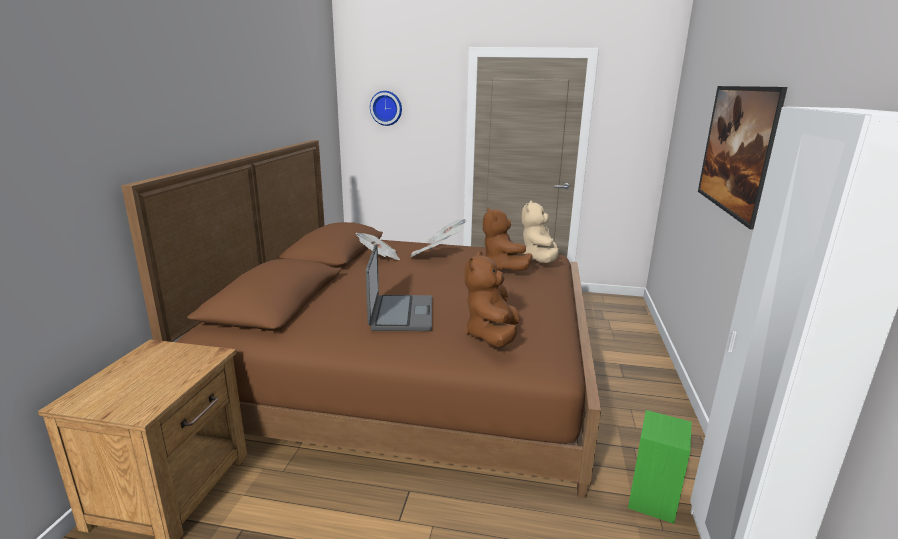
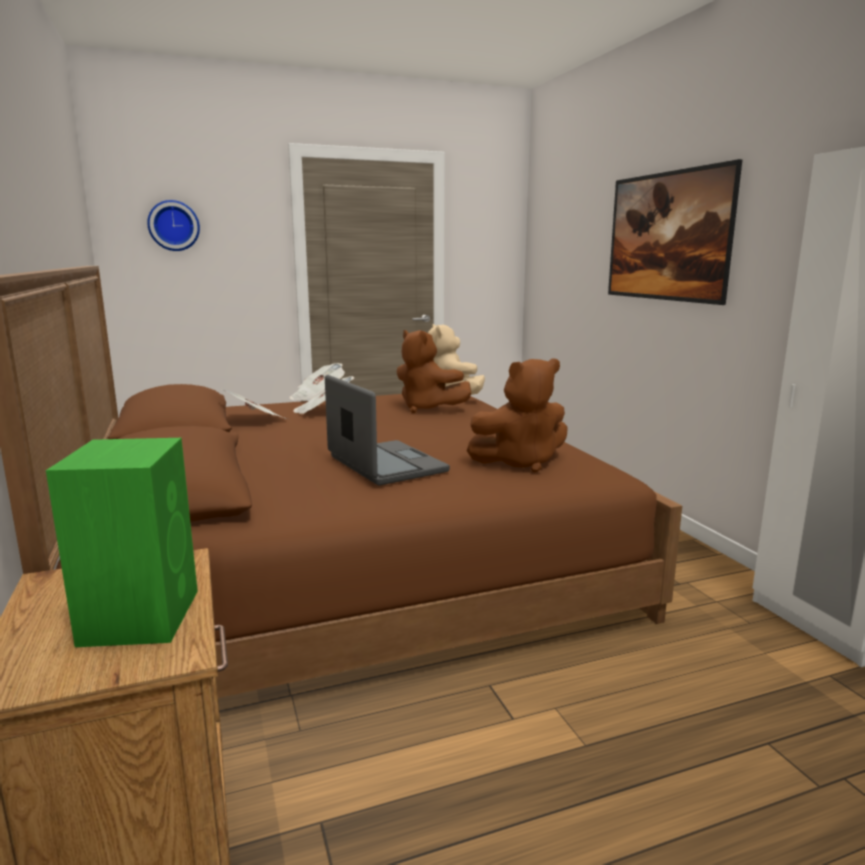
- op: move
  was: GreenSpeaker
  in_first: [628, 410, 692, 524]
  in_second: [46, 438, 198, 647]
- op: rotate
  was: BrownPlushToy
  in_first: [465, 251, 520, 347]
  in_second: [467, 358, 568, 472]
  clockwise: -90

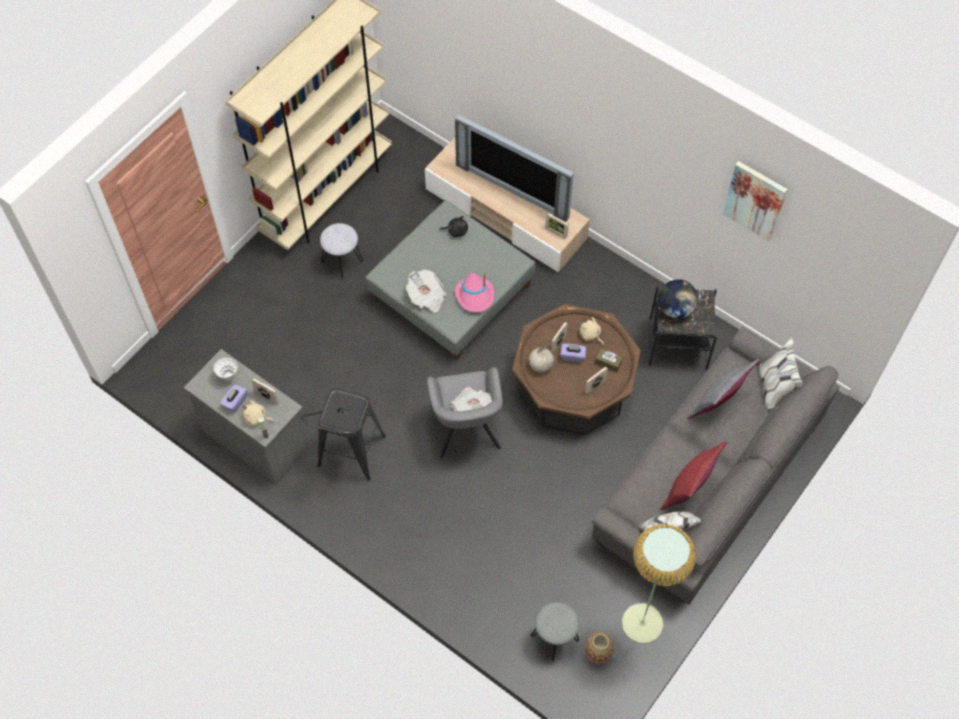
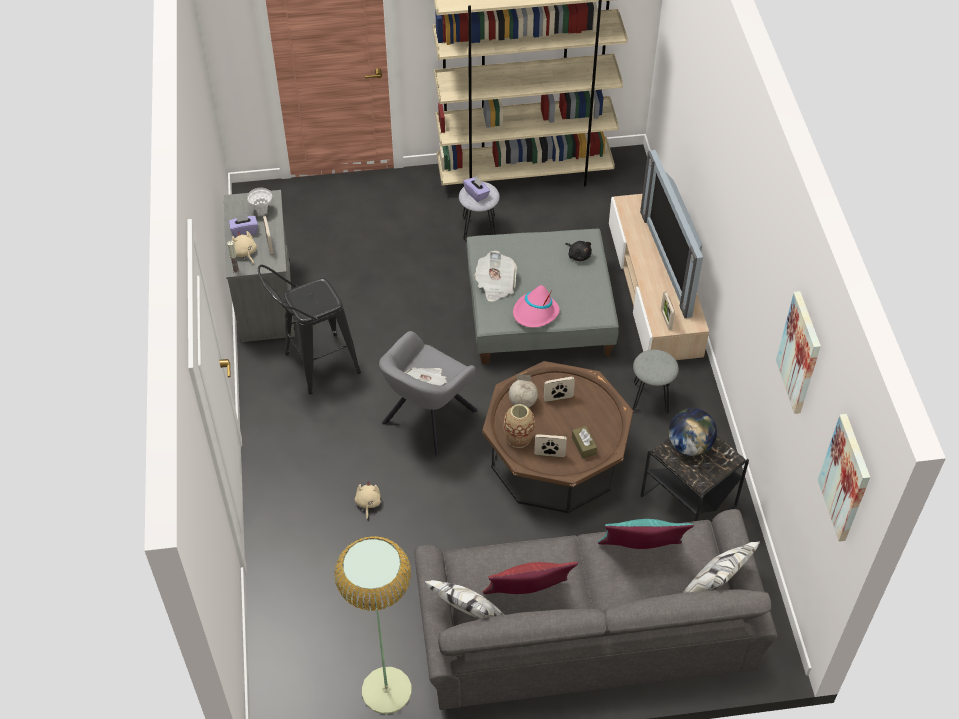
- op: move
  was: BeigePlushToy
  in_first: [580, 317, 604, 345]
  in_second: [355, 481, 381, 519]
- op: move
  was: PurpleTissueBox
  in_first: [560, 343, 586, 363]
  in_second: [463, 176, 490, 202]
- op: move
  was: Vase
  in_first: [585, 631, 614, 664]
  in_second: [504, 404, 535, 448]
- op: recolor
  was: GreyPillow
  now: TurquoisePillow
  in_first: [687, 359, 760, 419]
  in_second: [598, 519, 694, 549]
- op: move
  was: GreyStool
  in_first: [531, 602, 579, 662]
  in_second: [633, 349, 679, 415]
- op: insert
  now: Picture
  in_second: [818, 414, 870, 542]

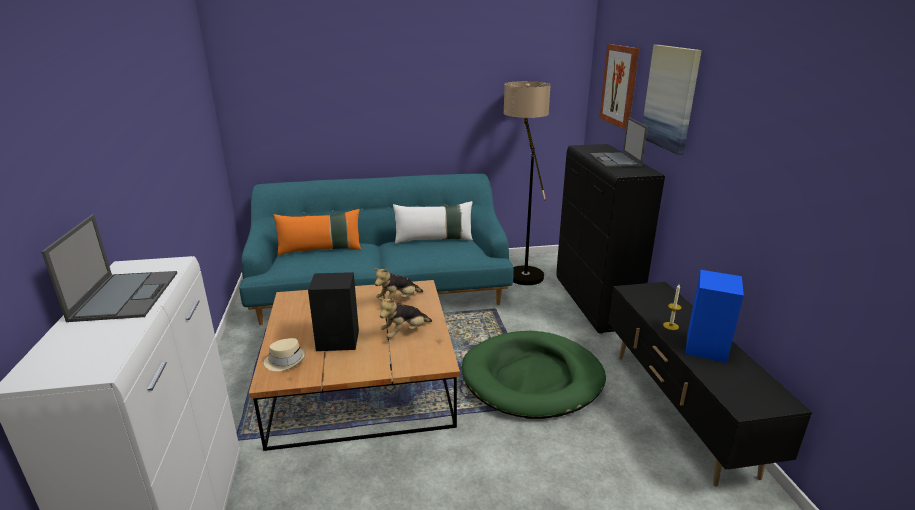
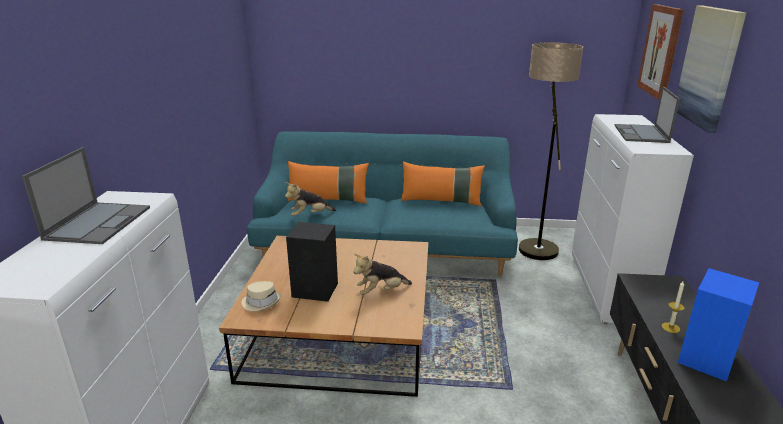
- op: move
  was: PlushToy
  in_first: [374, 268, 423, 299]
  in_second: [285, 182, 336, 216]
- op: recolor
  was: WhitePillow
  now: OrangePillow
  in_first: [393, 201, 473, 244]
  in_second: [401, 162, 485, 206]
- op: recolor
  was: BlackCabinet
  now: WhiteCabinet
  in_first: [556, 144, 665, 334]
  in_second: [572, 114, 694, 324]
- op: delete
  was: GreenDogBed
  in_first: [462, 331, 606, 419]

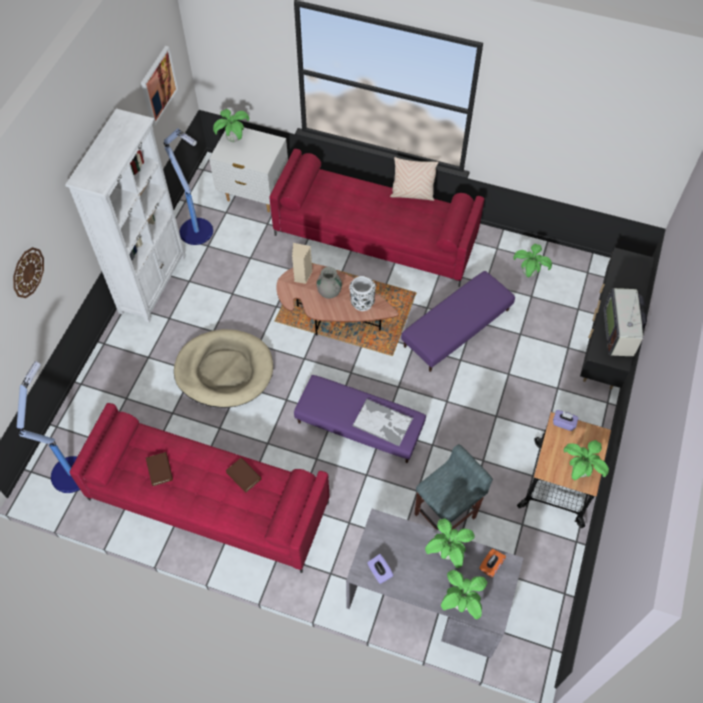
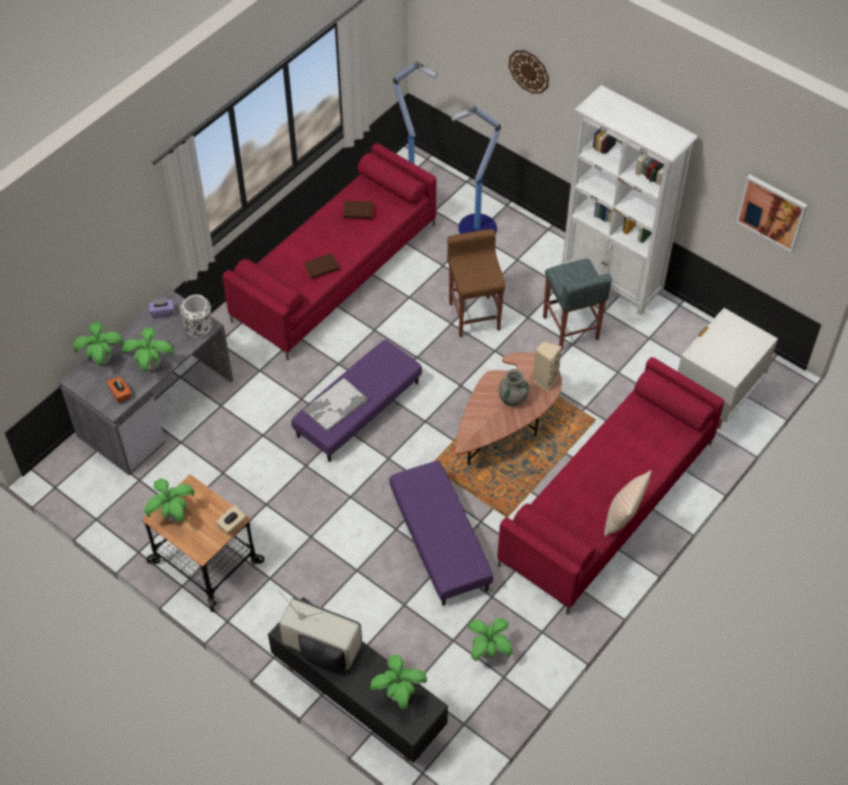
- op: move
  was: WhiteVase
  in_first: [349, 276, 376, 311]
  in_second: [180, 294, 212, 338]
- op: recolor
  was: PurpleTissueBox
  now: BeigeTissueBox
  in_first: [553, 410, 579, 431]
  in_second: [216, 505, 246, 535]
- op: move
  was: PottedPlant
  in_first: [213, 109, 249, 142]
  in_second: [370, 654, 427, 709]
- op: replace
  was: BeigeDogBed
  now: BrownStool
  in_first: [174, 329, 273, 408]
  in_second: [447, 229, 505, 338]
- op: move
  was: FloorLamp
  in_first: [164, 128, 213, 245]
  in_second: [451, 106, 501, 234]
- op: move
  was: GreyStool
  in_first: [414, 444, 493, 530]
  in_second: [543, 259, 612, 350]

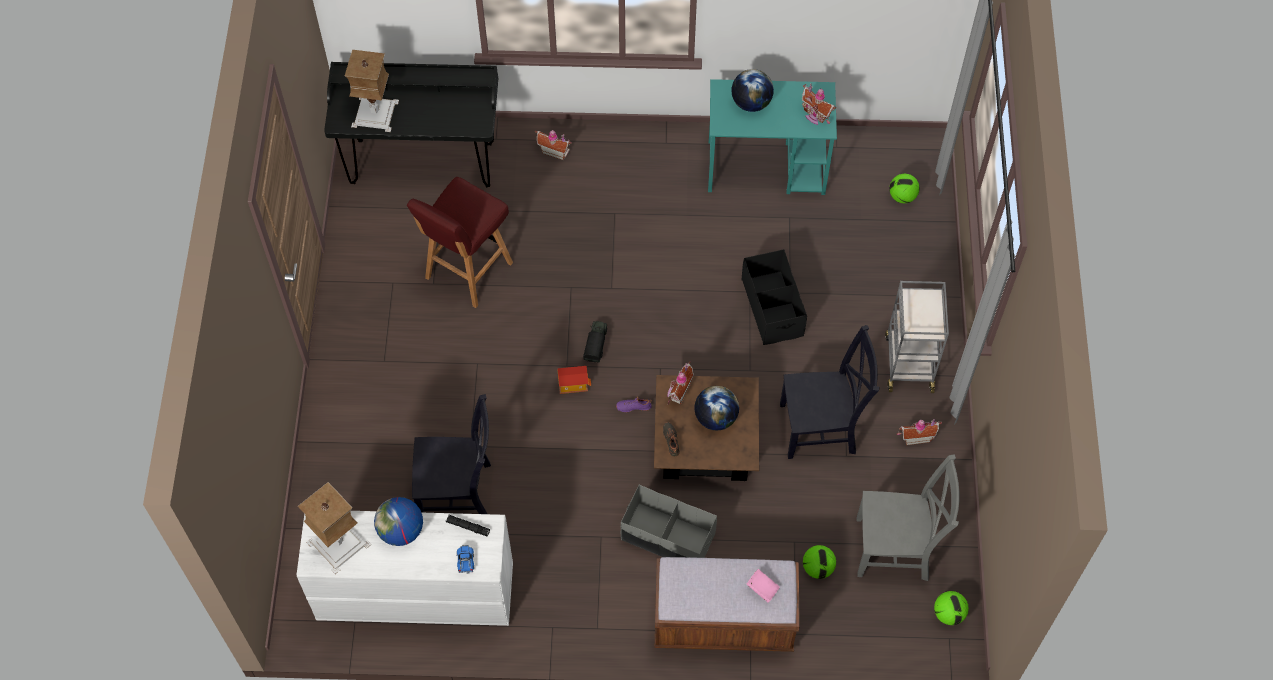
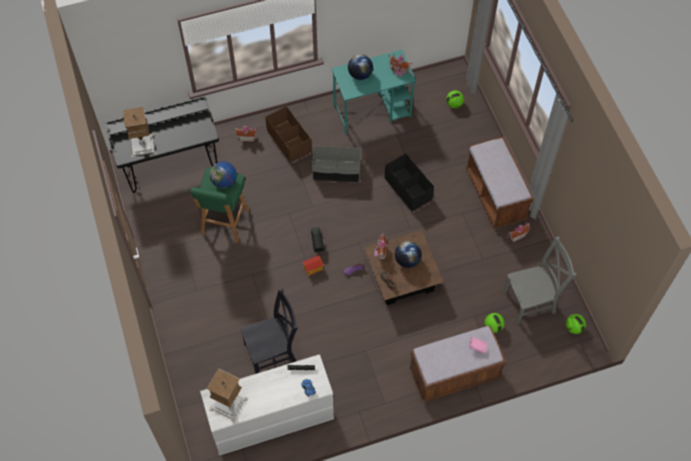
- op: recolor
  was: RedStool
  now: GreenStool
  in_first: [407, 177, 513, 308]
  in_second: [190, 168, 249, 243]
- op: move
  was: Globe
  in_first: [374, 497, 423, 546]
  in_second: [210, 161, 237, 188]
- op: insert
  now: BrownStorageBox
  in_second: [266, 106, 311, 163]
- op: move
  was: GreyStorageBox
  in_first: [621, 485, 717, 558]
  in_second: [312, 146, 362, 183]
- op: replace
  was: GreyCart
  now: BrownBench
  in_first: [885, 281, 949, 393]
  in_second: [466, 136, 534, 229]
- op: delete
  was: BlackChair
  in_first: [780, 325, 879, 459]

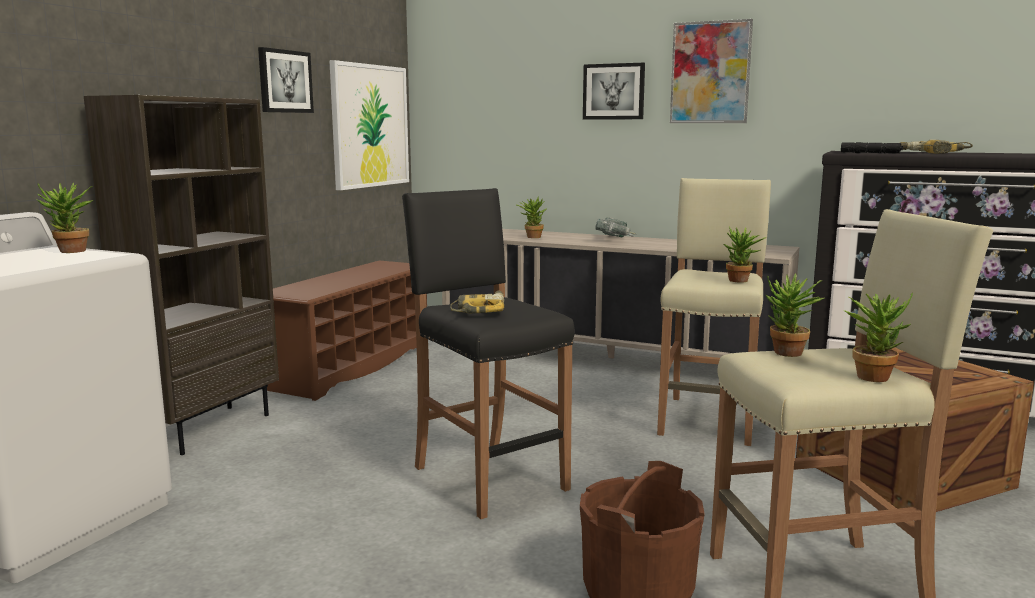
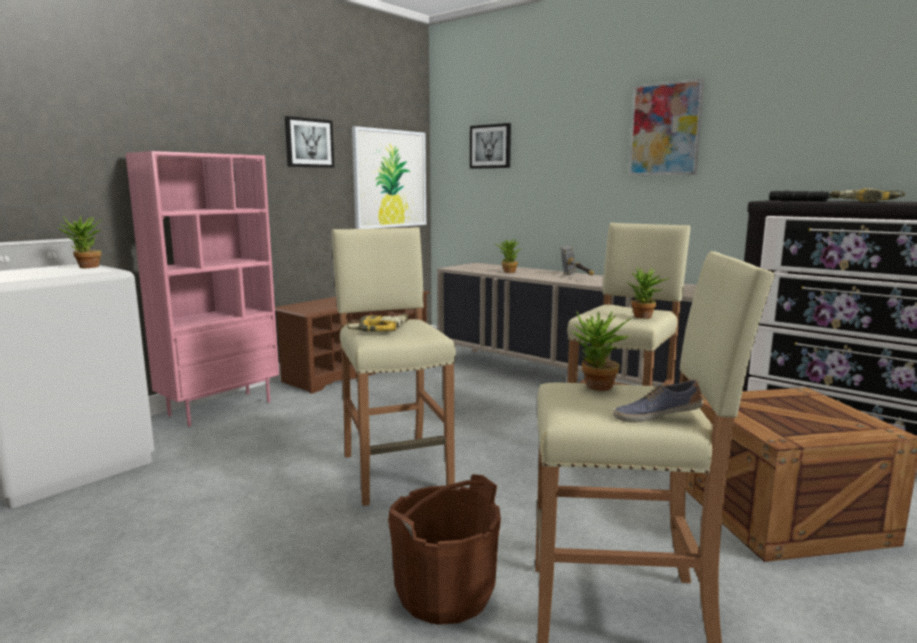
- op: recolor
  was: BrownBookcase
  now: PinkBookcase
  in_first: [84, 95, 279, 455]
  in_second: [125, 151, 279, 426]
- op: recolor
  was: BlackStool
  now: BeigeStool
  in_first: [402, 188, 575, 519]
  in_second: [331, 227, 456, 506]
- op: move
  was: Picture
  in_first: [583, 63, 645, 119]
  in_second: [470, 123, 511, 169]
- op: replace
  was: PowerDrill
  now: Hammer
  in_first: [596, 217, 636, 238]
  in_second: [560, 245, 594, 275]
- op: replace
  was: PottedPlant
  now: Shoe
  in_first: [843, 293, 913, 382]
  in_second: [613, 379, 703, 422]

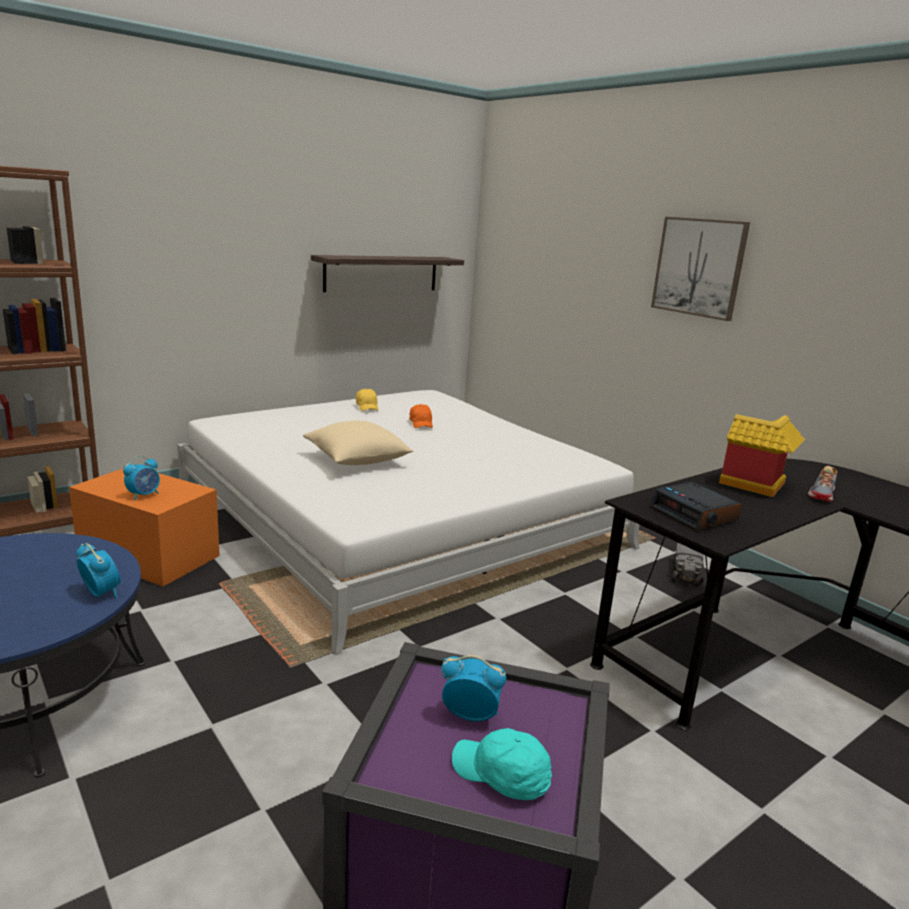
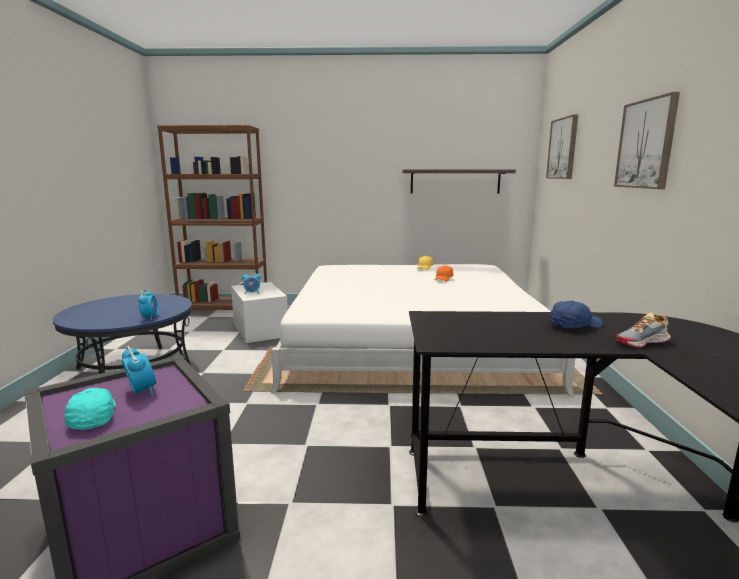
- op: recolor
  was: OrangeStorageBox
  now: WhiteStorageBox
  in_first: [69, 468, 220, 586]
  in_second: [231, 282, 288, 343]
- op: insert
  now: Picture
  in_second: [546, 114, 578, 179]
- op: replace
  was: ToyHouse
  now: BlueCap
  in_first: [719, 414, 805, 497]
  in_second: [549, 301, 603, 328]
- op: delete
  was: BeigePillow
  in_first: [303, 421, 413, 465]
- op: delete
  was: AlarmClock
  in_first: [650, 482, 742, 531]
- op: delete
  was: ToyTruck
  in_first: [671, 542, 704, 587]

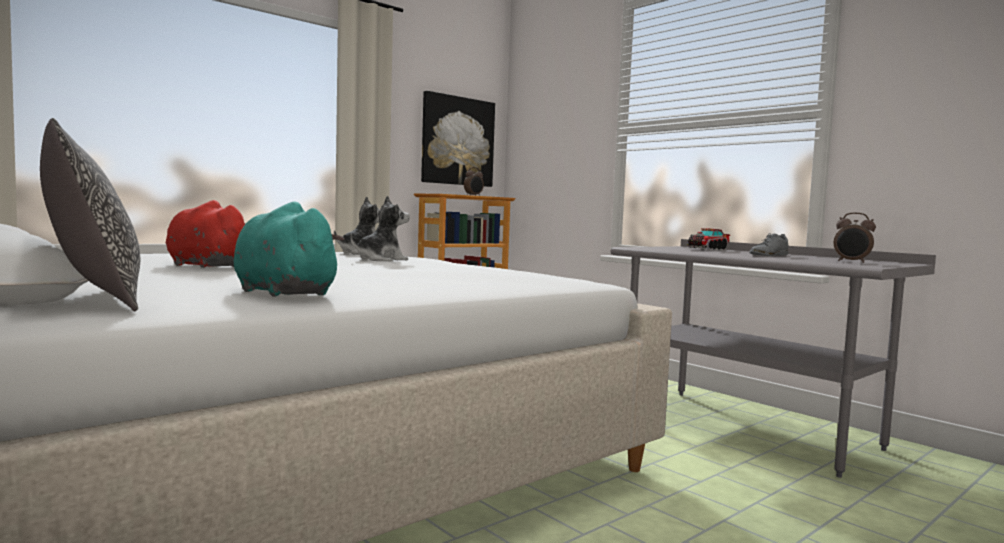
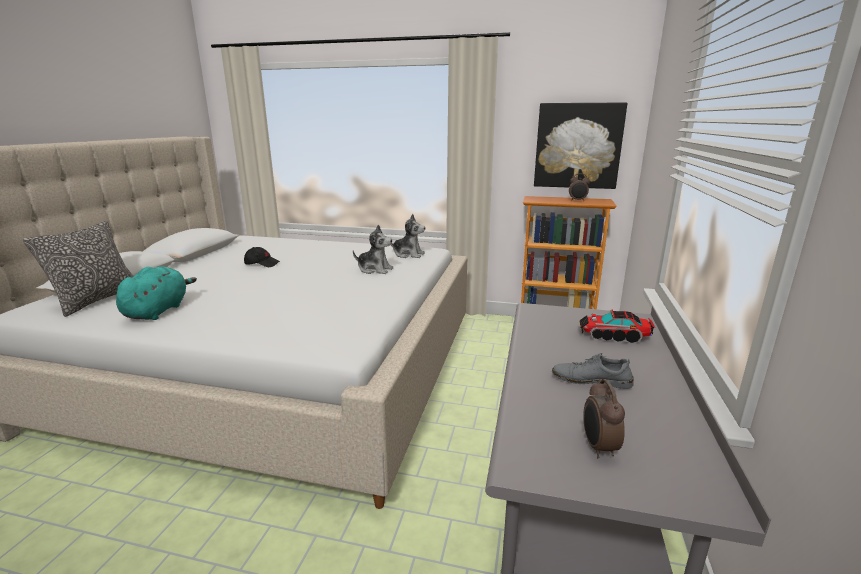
- op: replace
  was: RedPlushToy
  now: BlackCap
  in_first: [166, 200, 246, 268]
  in_second: [244, 247, 280, 267]

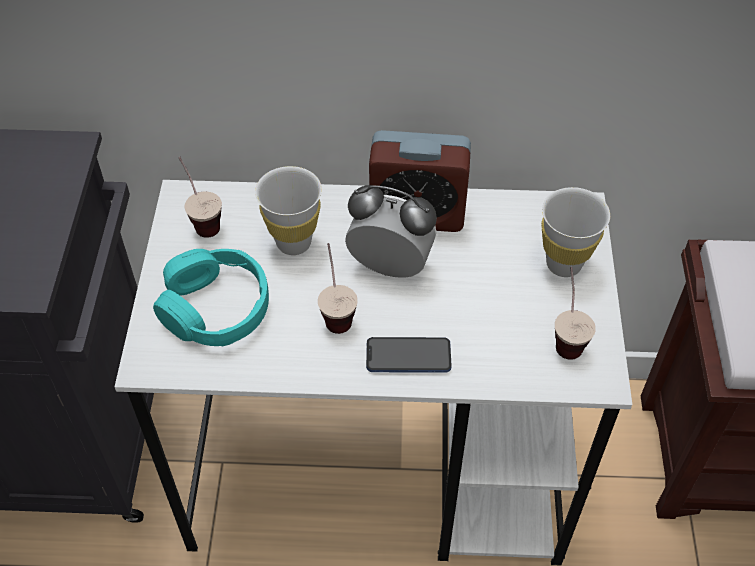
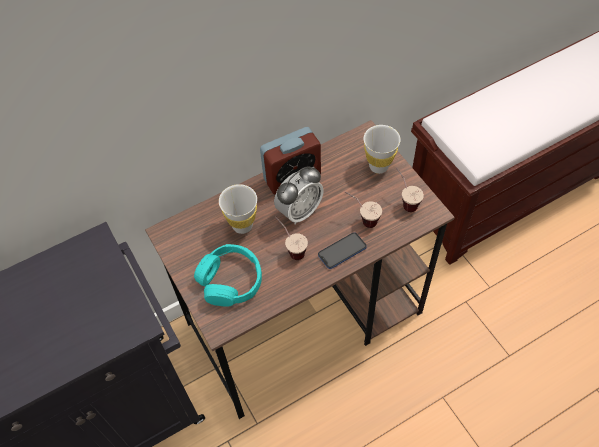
- op: recolor
  was: WhiteDesk
  now: BrownDesk
  in_first: [114, 180, 632, 566]
  in_second: [145, 120, 455, 419]
- op: rotate
  was: AlarmClock
  in_first: [345, 185, 437, 278]
  in_second: [274, 166, 324, 225]
  clockwise: 150
- op: move
  was: Cup
  in_first: [178, 157, 222, 238]
  in_second: [345, 191, 382, 228]

